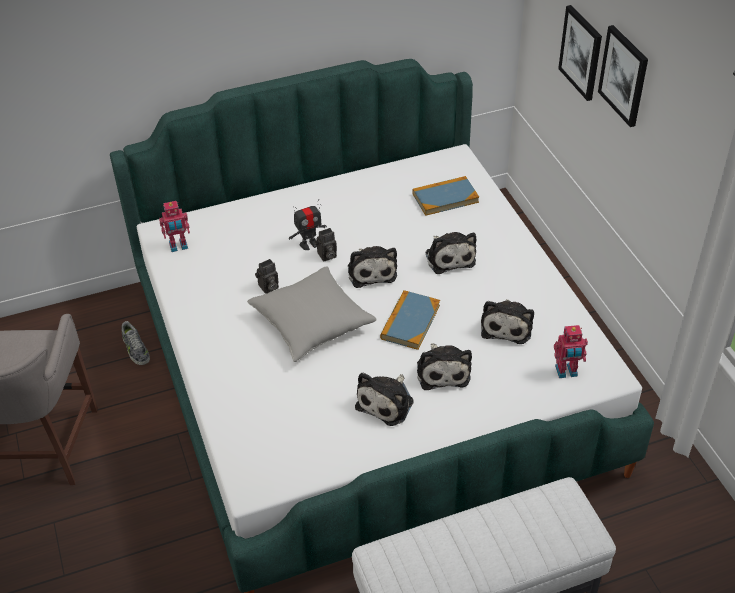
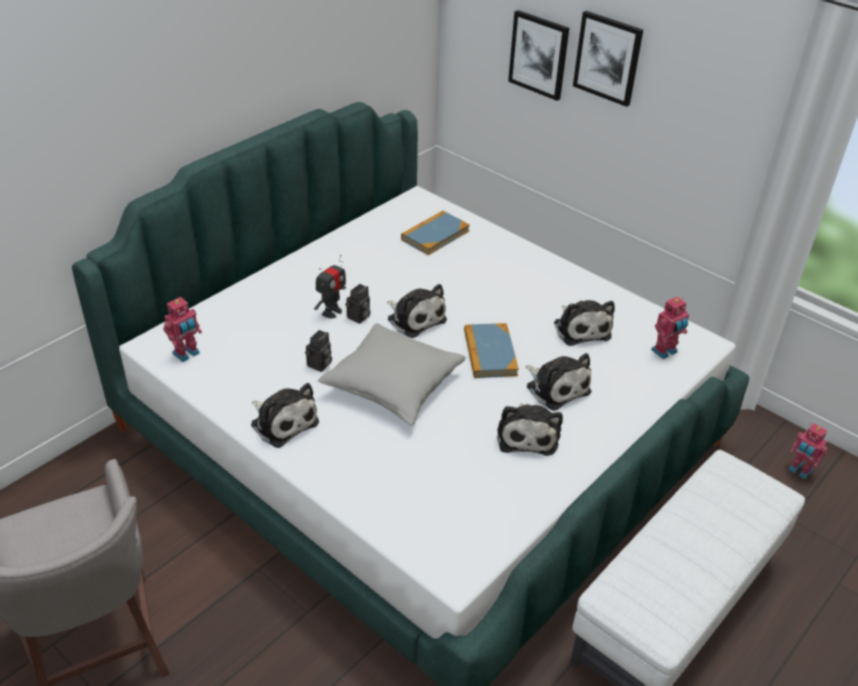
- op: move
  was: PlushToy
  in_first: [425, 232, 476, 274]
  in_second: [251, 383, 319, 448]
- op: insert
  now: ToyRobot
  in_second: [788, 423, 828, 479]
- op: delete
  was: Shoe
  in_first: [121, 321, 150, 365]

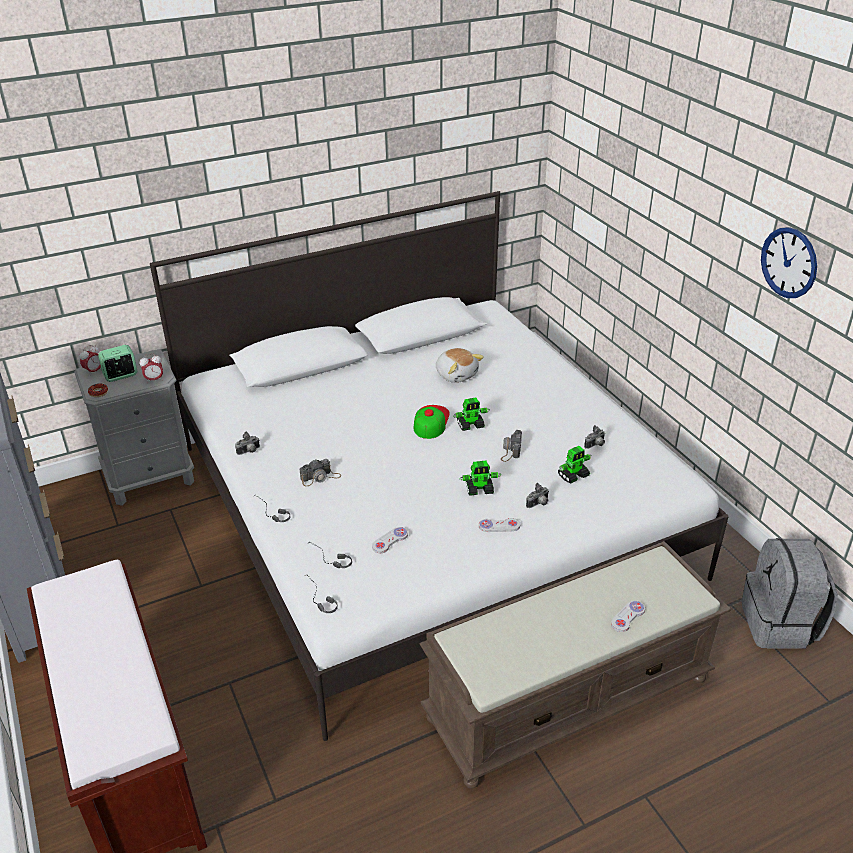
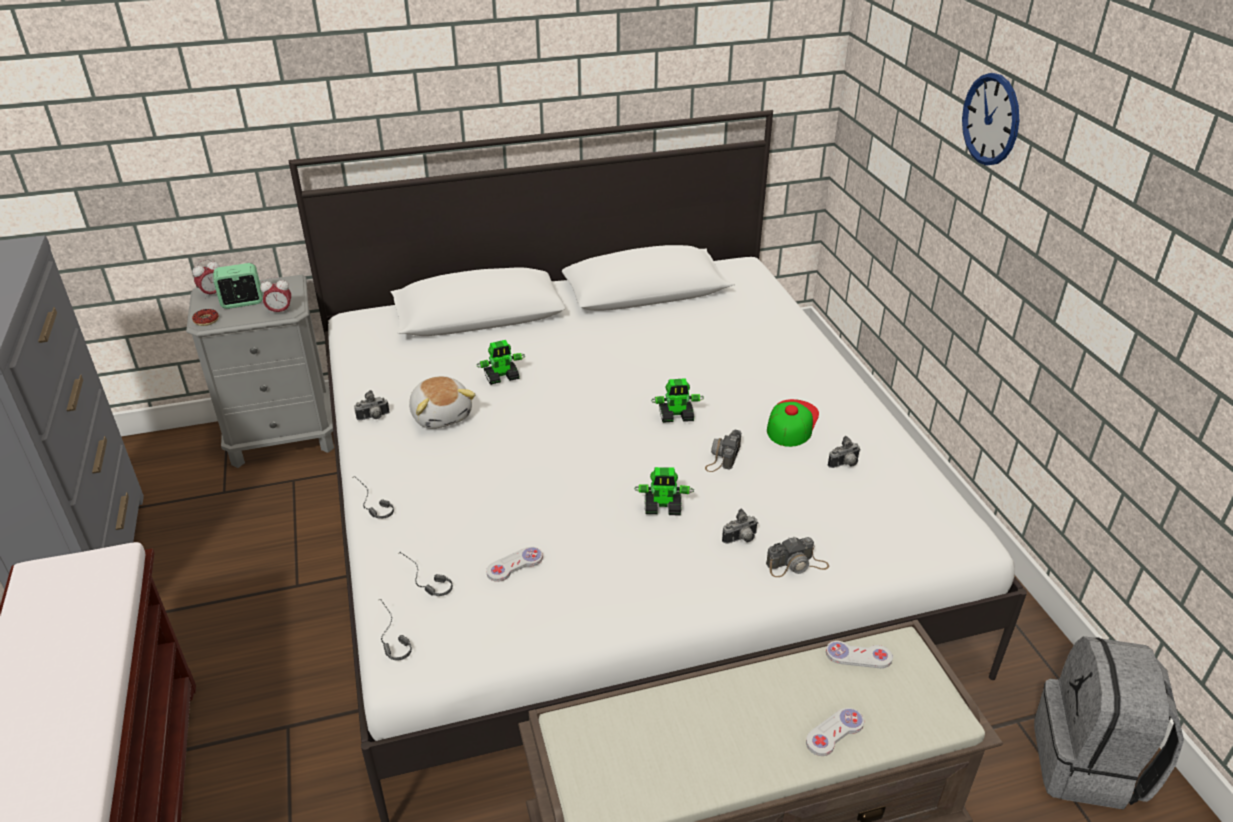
- op: move
  was: PlushToy
  in_first: [436, 348, 484, 383]
  in_second: [409, 376, 476, 429]
- op: move
  was: ToyRobot
  in_first: [558, 446, 592, 483]
  in_second: [477, 340, 525, 385]
- op: move
  was: PhotoCamera
  in_first: [300, 459, 341, 486]
  in_second: [766, 537, 829, 577]
- op: move
  was: Cap
  in_first: [414, 405, 450, 439]
  in_second: [767, 399, 819, 447]
- op: move
  was: WhiteGameController
  in_first: [479, 518, 520, 532]
  in_second: [826, 641, 893, 668]
- op: move
  was: WallClock
  in_first: [761, 227, 817, 298]
  in_second: [962, 73, 1019, 166]

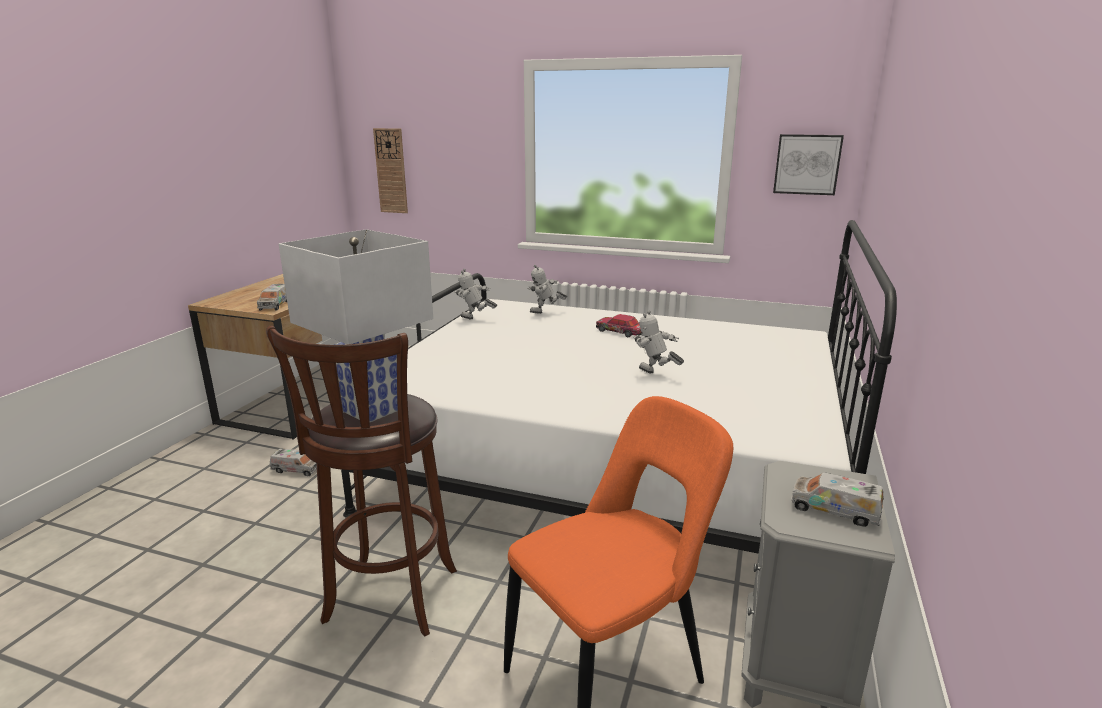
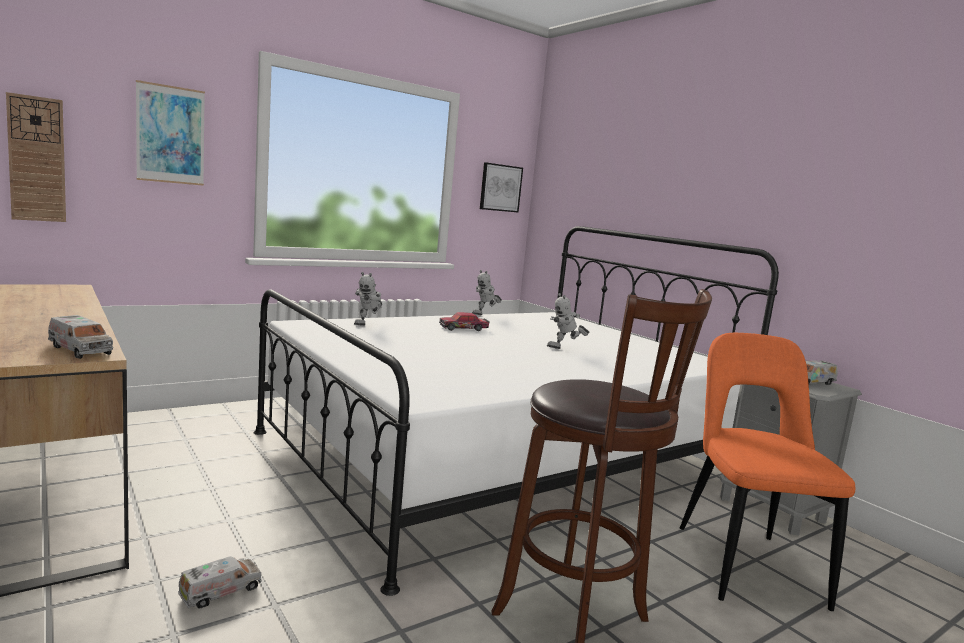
- op: insert
  now: Picture
  in_second: [136, 80, 205, 186]
- op: move
  was: ToyRobot
  in_first: [455, 269, 497, 319]
  in_second: [472, 270, 502, 315]
- op: delete
  was: WhiteTableLamp
  in_first: [279, 229, 433, 423]

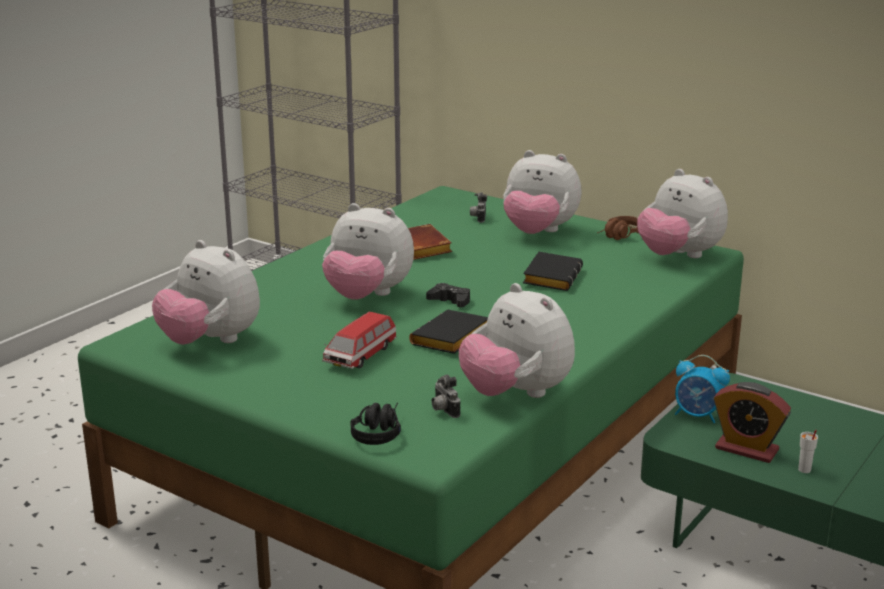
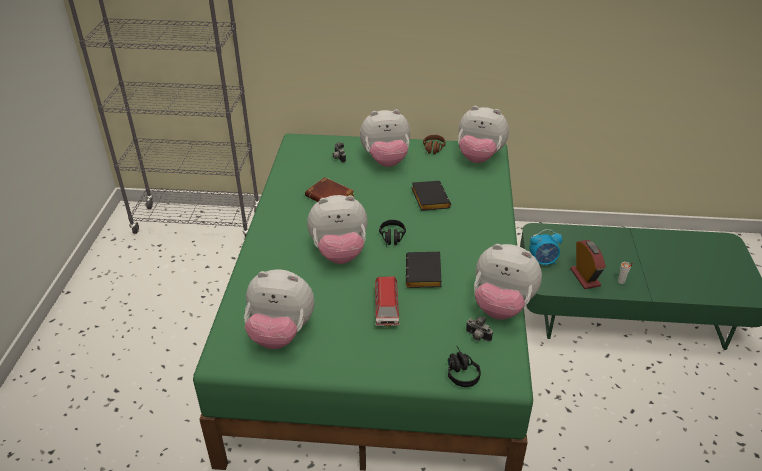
- op: replace
  was: BlackGameController
  now: BlackHeadphones
  in_first: [426, 283, 470, 307]
  in_second: [379, 220, 406, 248]
- op: rotate
  was: AlarmClock
  in_first: [714, 382, 791, 463]
  in_second: [570, 240, 606, 289]
  clockwise: -105

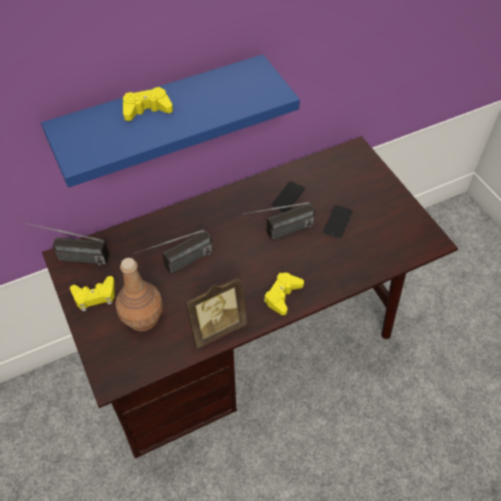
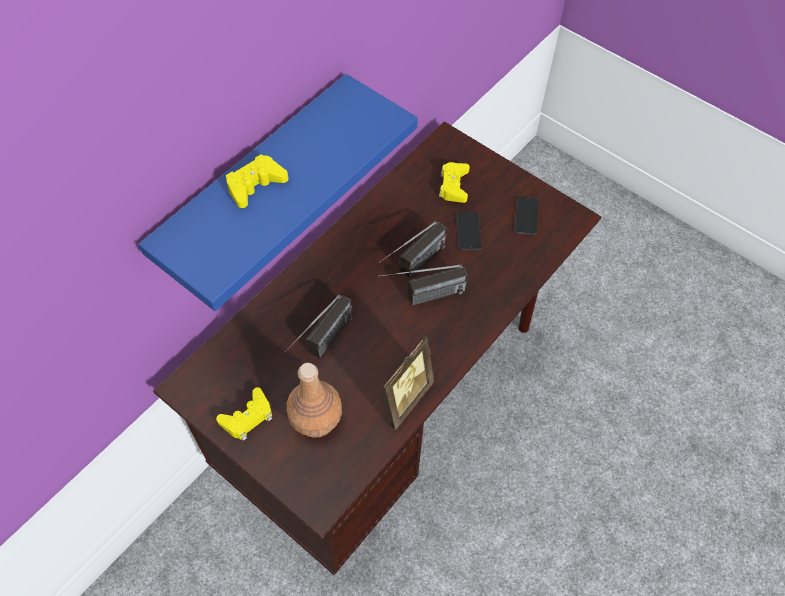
- op: move
  was: Radio
  in_first: [23, 222, 109, 265]
  in_second: [378, 265, 468, 306]
- op: move
  was: YellowGameController
  in_first: [264, 273, 304, 315]
  in_second: [439, 162, 470, 203]
- op: move
  was: Phone
  in_first: [272, 181, 305, 212]
  in_second: [514, 197, 539, 235]

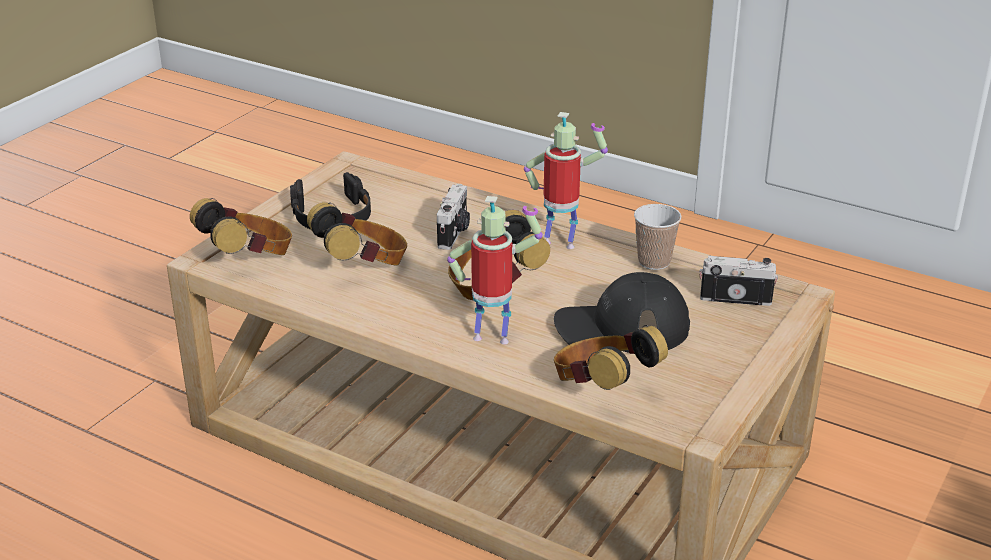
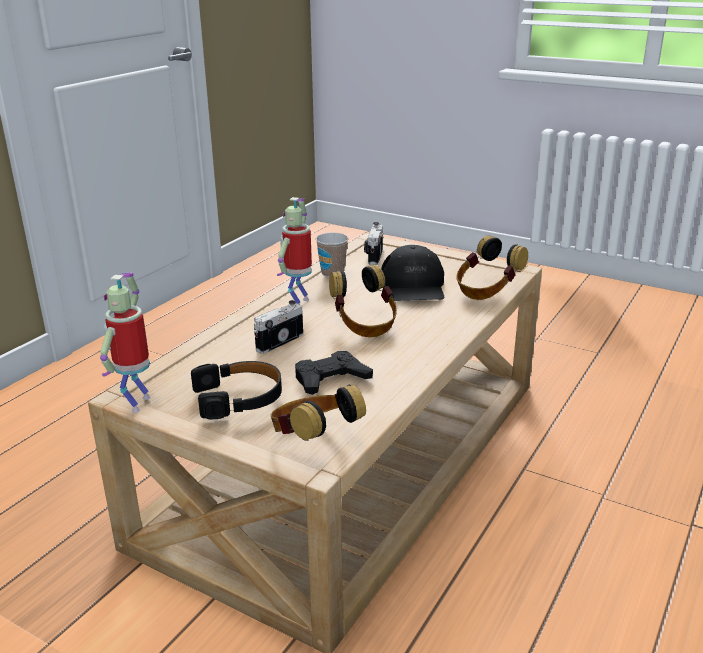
- op: move
  was: ToyRobot
  in_first: [447, 196, 543, 344]
  in_second: [100, 272, 151, 413]
- op: rotate
  was: PhotoCamera
  in_first: [437, 184, 470, 250]
  in_second: [254, 300, 303, 354]
  clockwise: -60
- op: replace
  was: Headphones
  now: BlackGameController
  in_first: [307, 202, 407, 266]
  in_second: [295, 351, 373, 395]

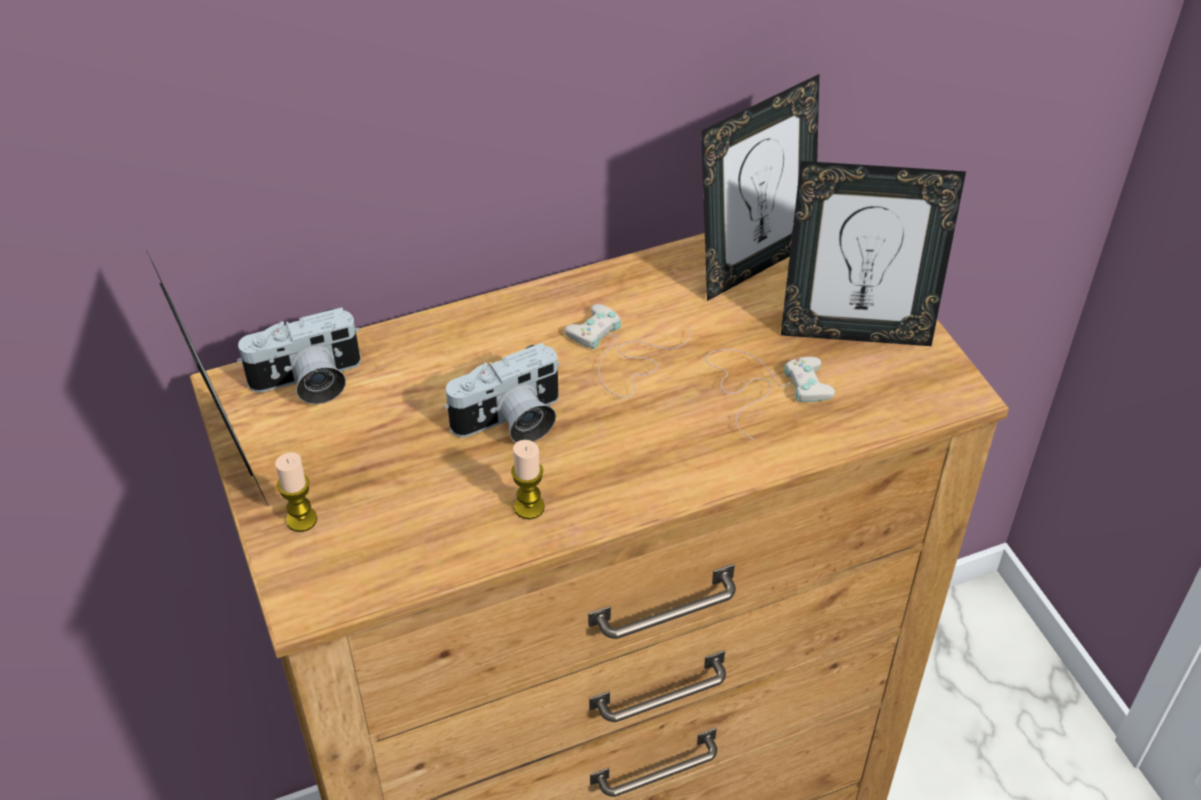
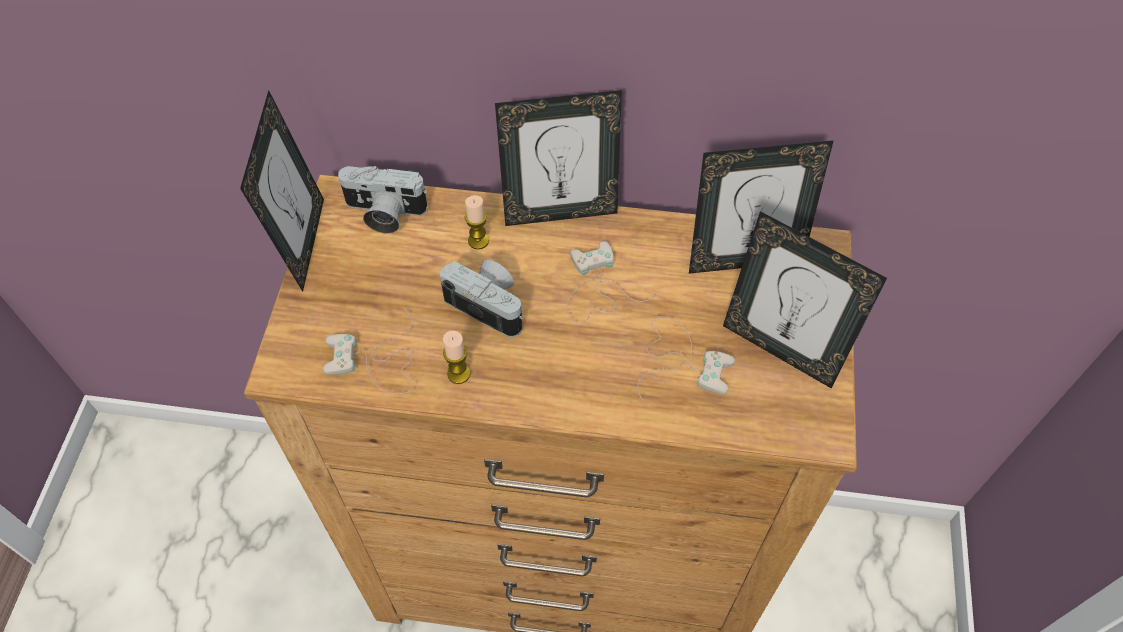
- op: insert
  now: WhiteGameController
  in_second: [323, 309, 414, 394]
- op: rotate
  was: PhotoCamera
  in_first: [444, 343, 560, 443]
  in_second: [440, 260, 523, 337]
  clockwise: -150
- op: move
  was: Candle
  in_first: [275, 452, 317, 532]
  in_second: [465, 195, 489, 249]
- op: insert
  now: PictureFrame
  in_second: [495, 90, 622, 226]

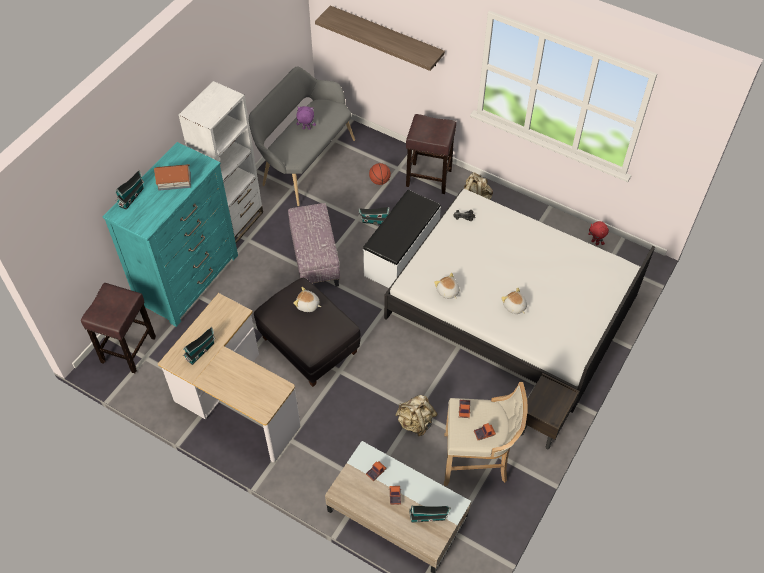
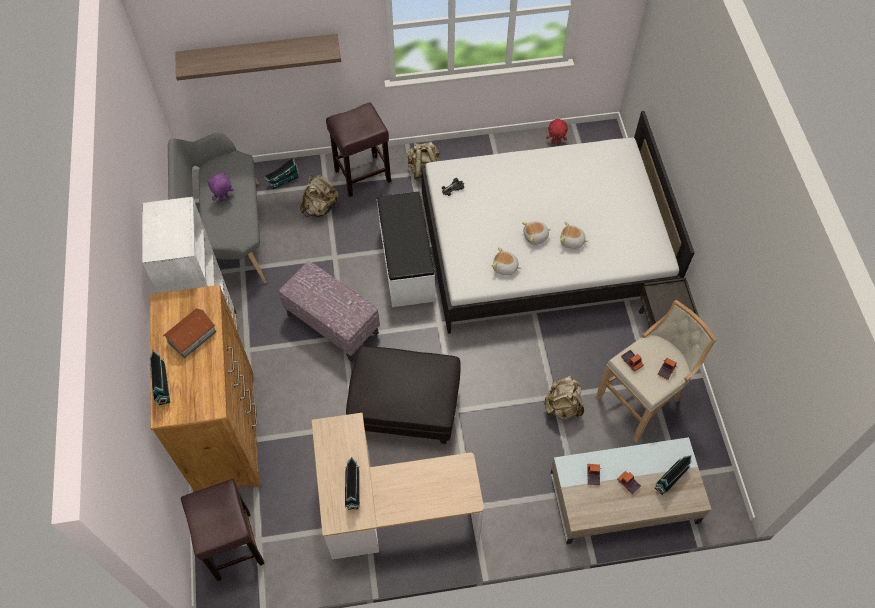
- op: recolor
  was: TurquoiseDresser
  now: BrownDresser
  in_first: [103, 142, 238, 327]
  in_second: [150, 285, 261, 492]
- op: move
  was: ToyHouse
  in_first: [359, 207, 390, 225]
  in_second: [264, 157, 299, 189]
- op: replace
  was: Basketball
  now: BeigeBackpack
  in_first: [369, 163, 391, 185]
  in_second: [300, 175, 338, 217]
- op: move
  was: PlushToy
  in_first: [293, 287, 321, 312]
  in_second: [522, 221, 551, 245]

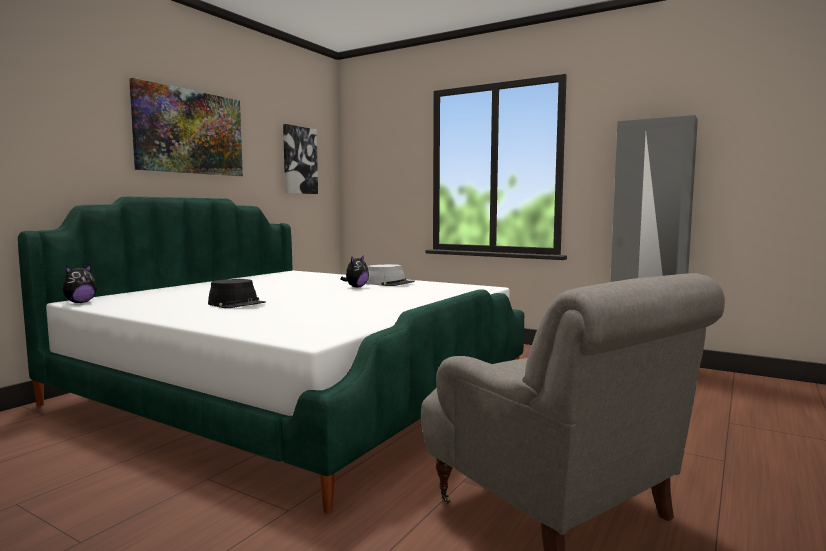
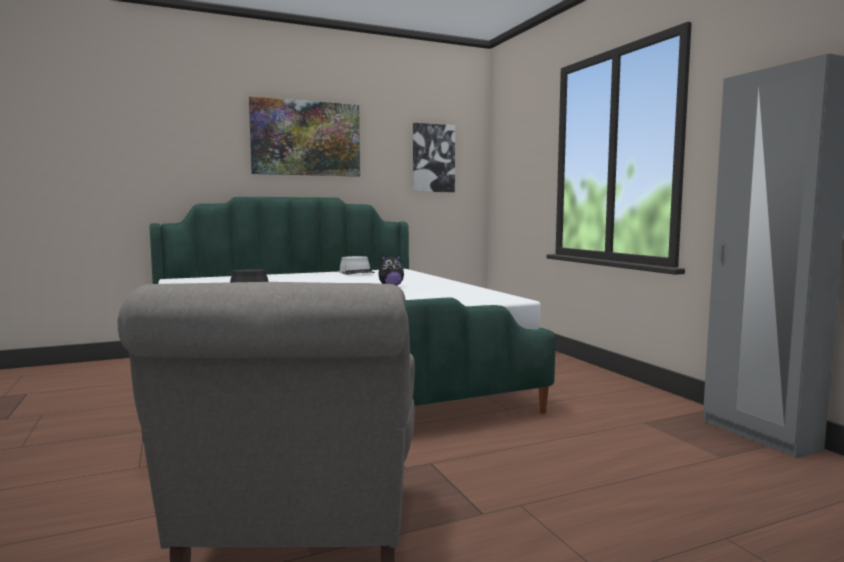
- op: move
  was: GreyHat
  in_first: [366, 264, 415, 286]
  in_second: [339, 256, 375, 275]
- op: delete
  was: PlushToy
  in_first: [62, 264, 97, 303]

